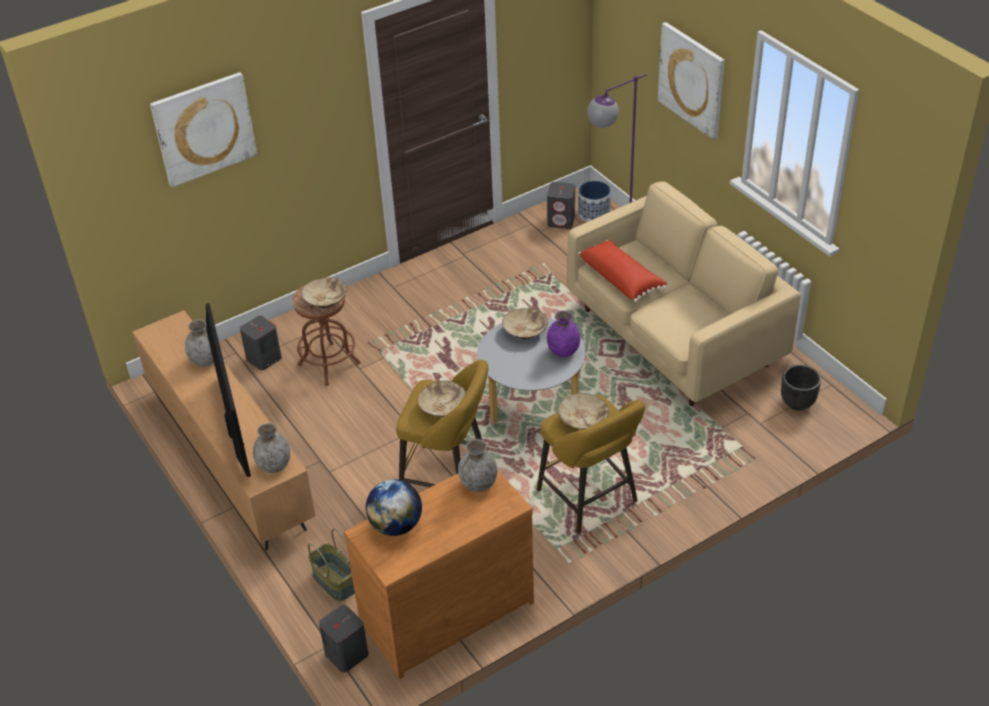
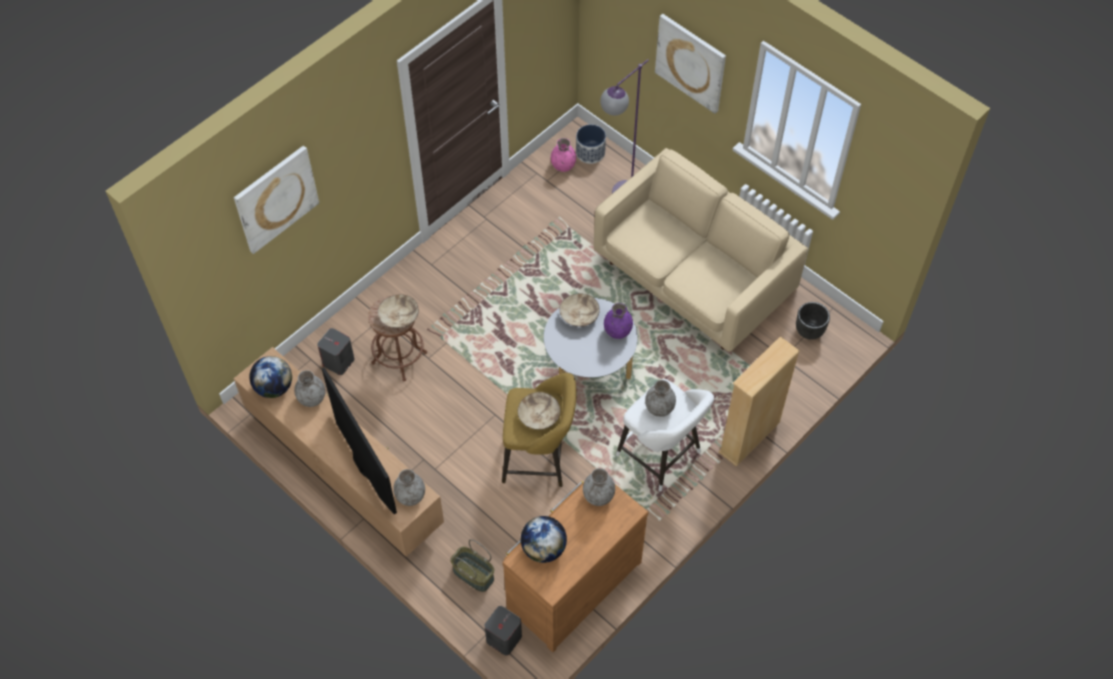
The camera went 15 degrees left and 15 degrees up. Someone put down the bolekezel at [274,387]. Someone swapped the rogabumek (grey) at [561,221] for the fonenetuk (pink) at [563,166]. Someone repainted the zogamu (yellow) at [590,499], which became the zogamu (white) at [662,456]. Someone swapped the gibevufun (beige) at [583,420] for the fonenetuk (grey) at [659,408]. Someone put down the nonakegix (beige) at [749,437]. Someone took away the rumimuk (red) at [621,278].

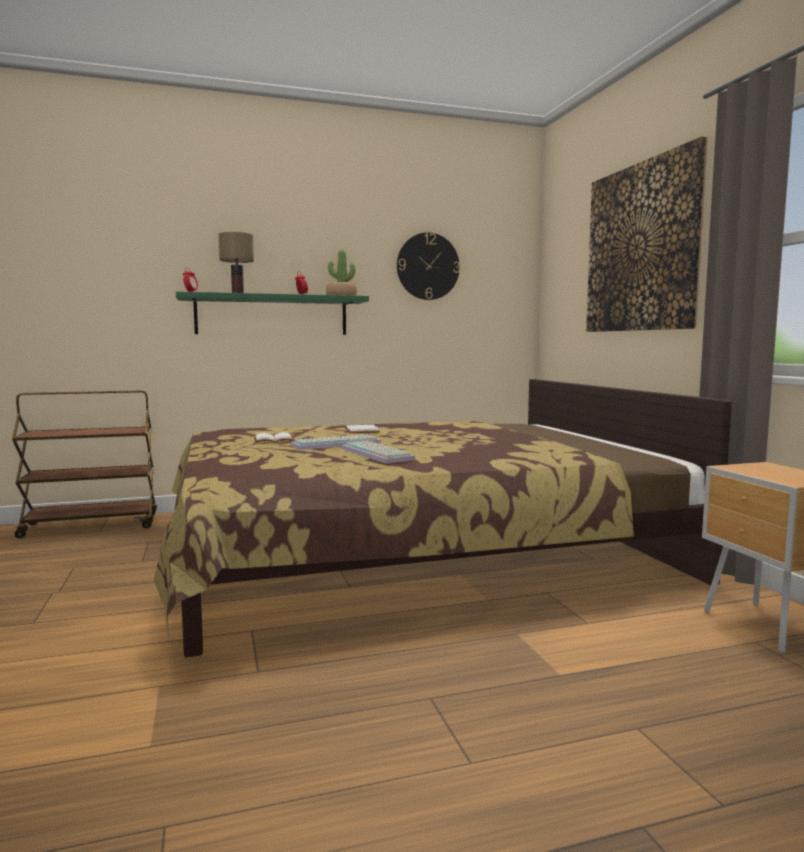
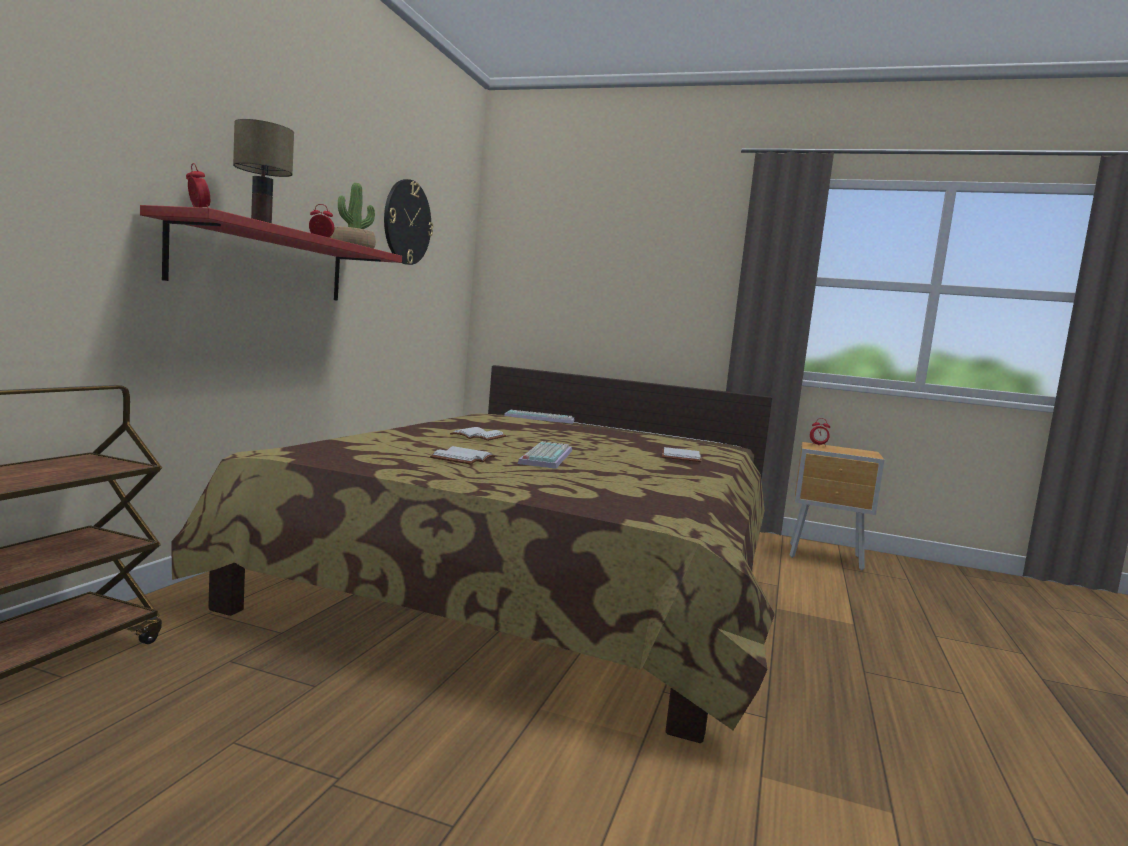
The camera went 55 degrees left and 0 degrees up. Someone repainted the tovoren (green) at [272,315], which became the tovoren (red) at [263,262]. Someone carried the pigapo from [378,454] to [540,418]. Someone put down the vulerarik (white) at [679,457]. Someone put down the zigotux at [818,445]. Someone took away the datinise at [641,248].

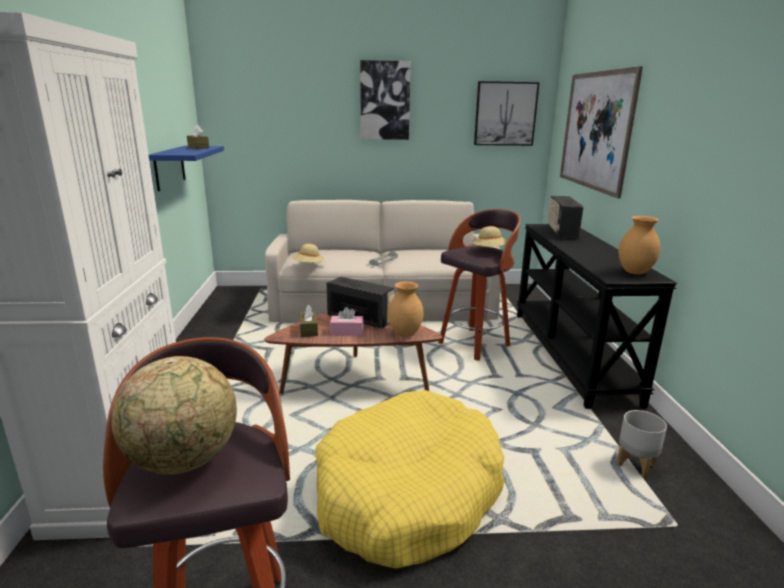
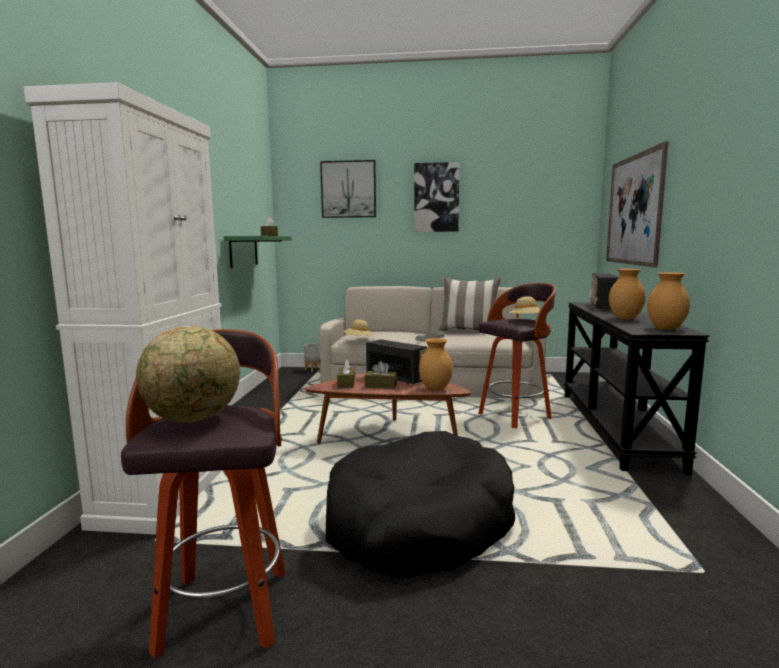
The camera went 10 degrees right and 10 degrees down. Someone repainted the tovoren (blue) at [169,167], which became the tovoren (green) at [243,251]. Someone carried the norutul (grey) from [635,464] to [314,370]. Someone carried the datinise from [505,114] to [348,189]. Someone repainted the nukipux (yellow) at [408,493], which became the nukipux (black) at [419,523]. Someone repainted the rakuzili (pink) at [347,331], which became the rakuzili (brown) at [381,386]. Someone put down the rumimuk at [468,331]. Someone put down the fonenetuk (brown) at [624,319].

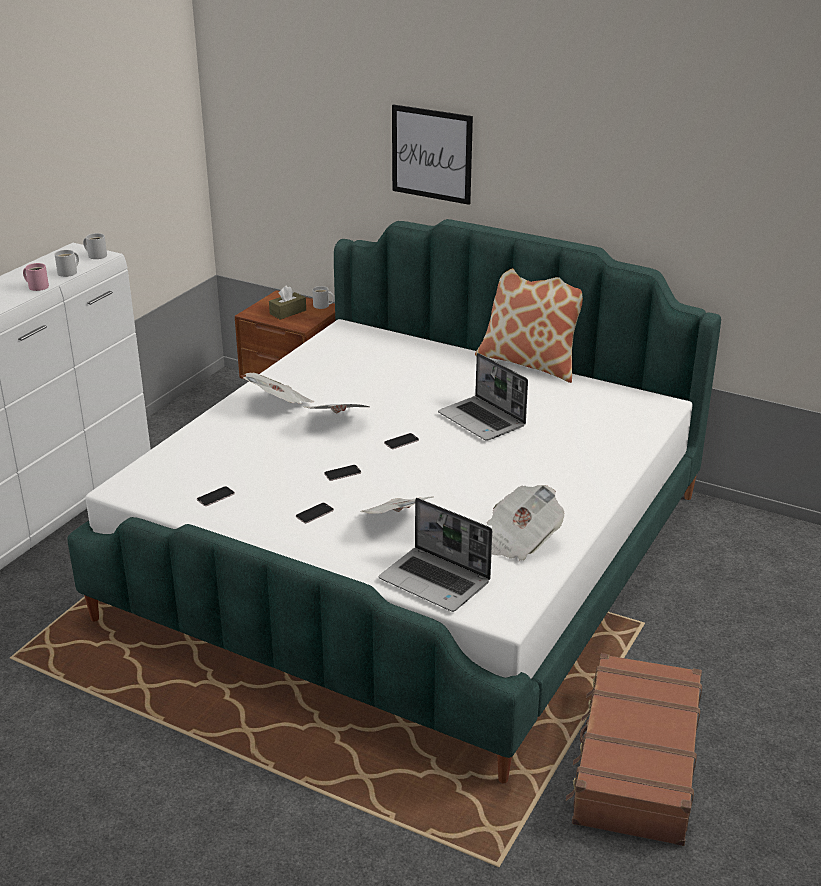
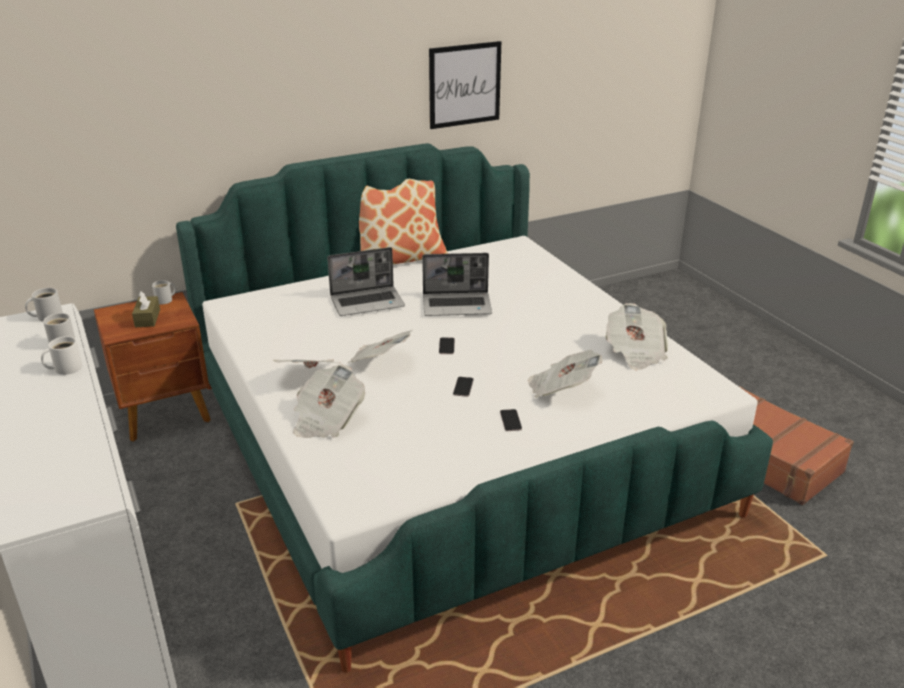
The camera went 55 degrees left and 0 degrees up. Someone repainted the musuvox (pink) at [37,286], which became the musuvox (white) at [65,368]. Someone put down the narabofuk at [327,420]. Someone carried the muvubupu from [436,581] to [368,302]. Someone carried the datinise from [431,154] to [464,85]. Someone took away the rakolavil at [215,497].

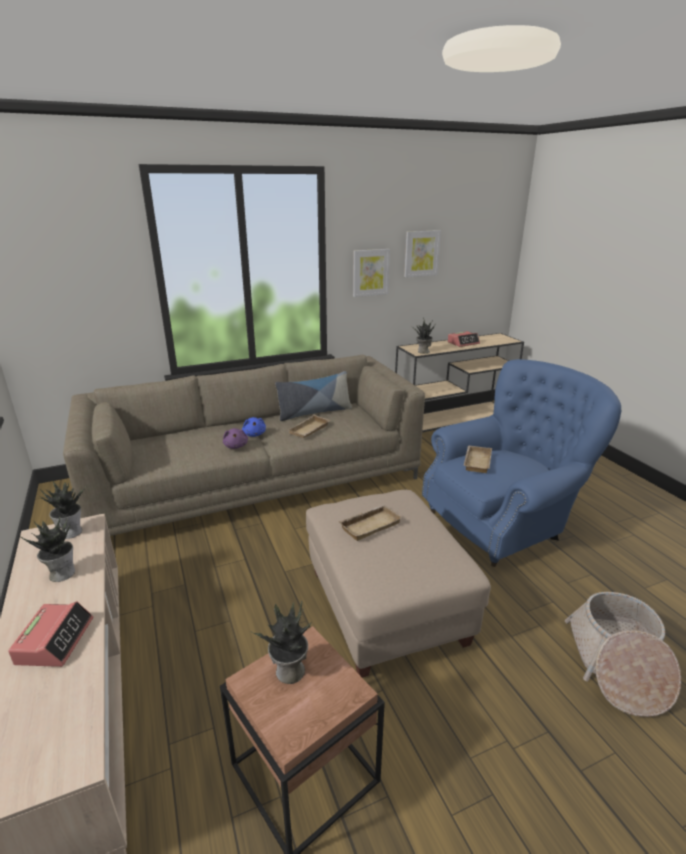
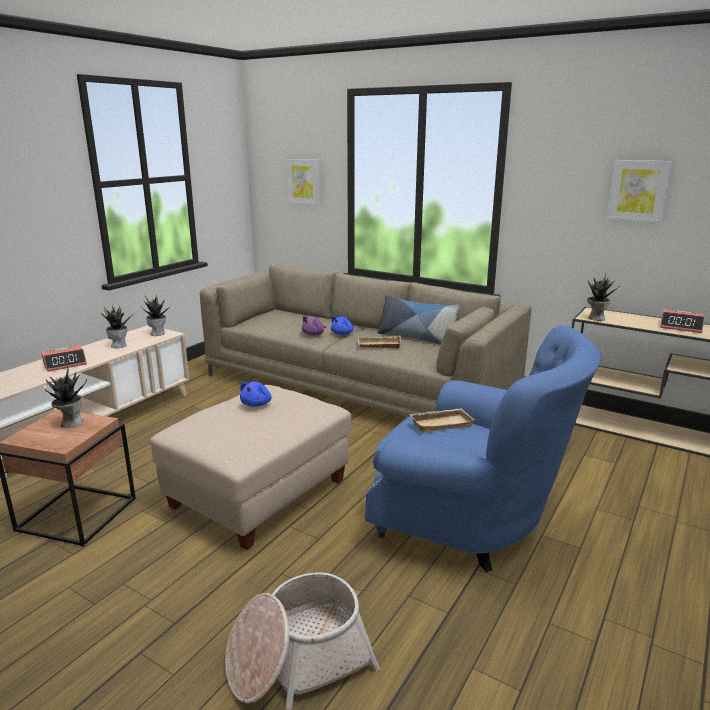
The camera went 55 degrees right and 5 degrees down. Someone swapped the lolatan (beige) at [370,525] for the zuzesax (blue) at [257,404]. Someone carried the datinise from [370,272] to [304,182].

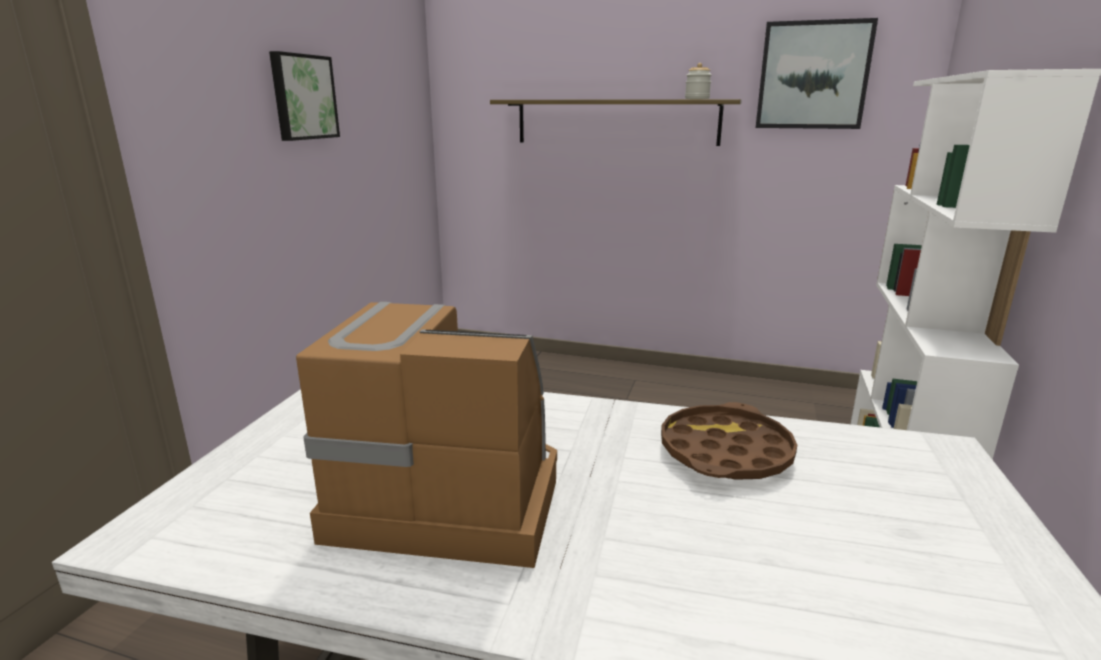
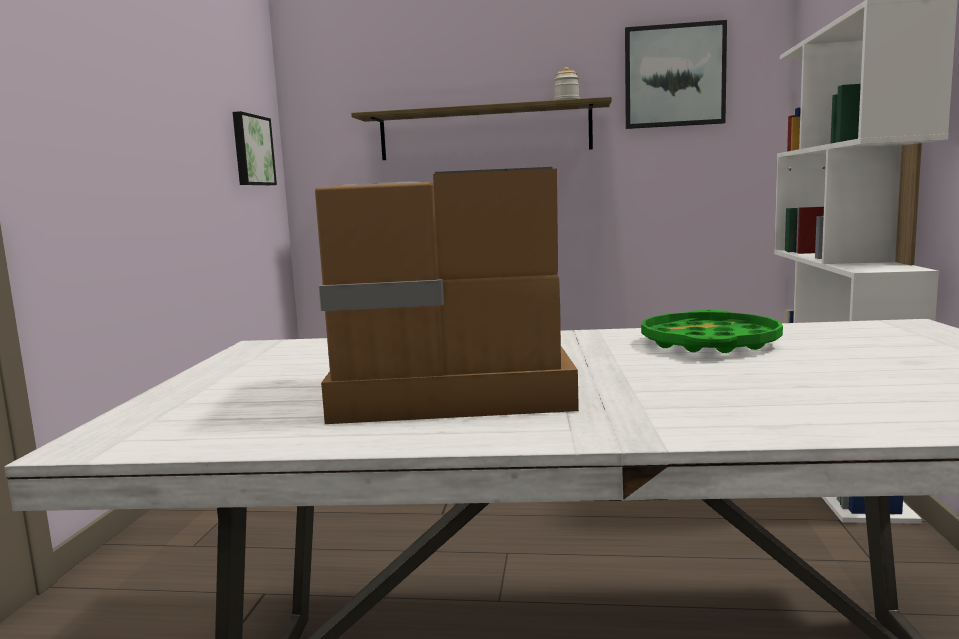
The camera went 10 degrees left and 10 degrees down. Someone carried the datinise from [303,97] to [251,150]. Someone repainted the lolatan (brown) at [725,452], which became the lolatan (green) at [709,343].

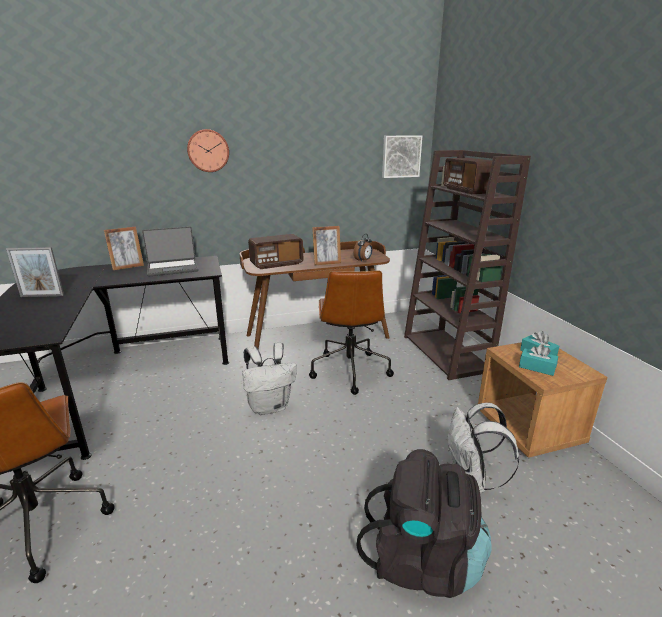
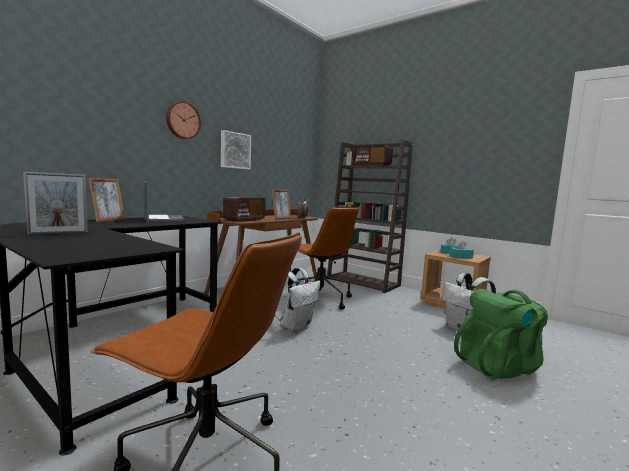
The camera went 35 degrees left and 15 degrees down. Someone rotated the muvubupu at [173,268] by 60 degrees counterclockwise. Someone carried the datinise from [401,156] to [235,150]. Someone repainted the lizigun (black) at [423,561], which became the lizigun (green) at [498,366].

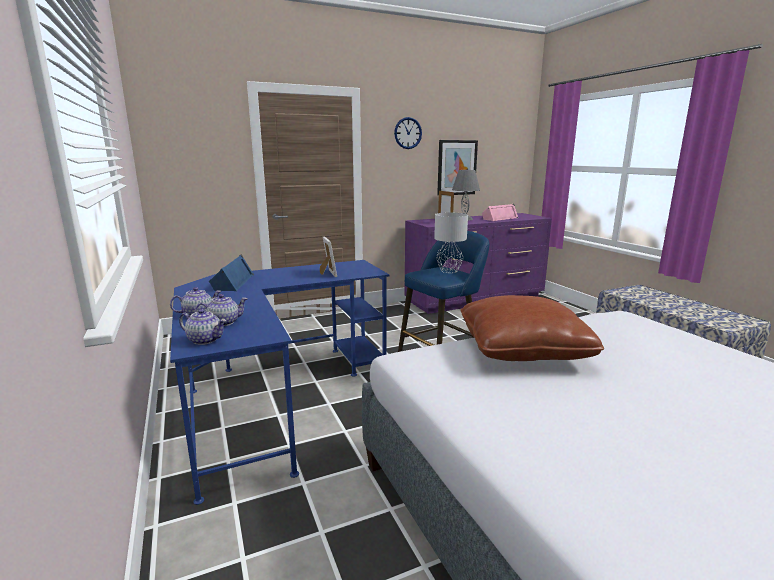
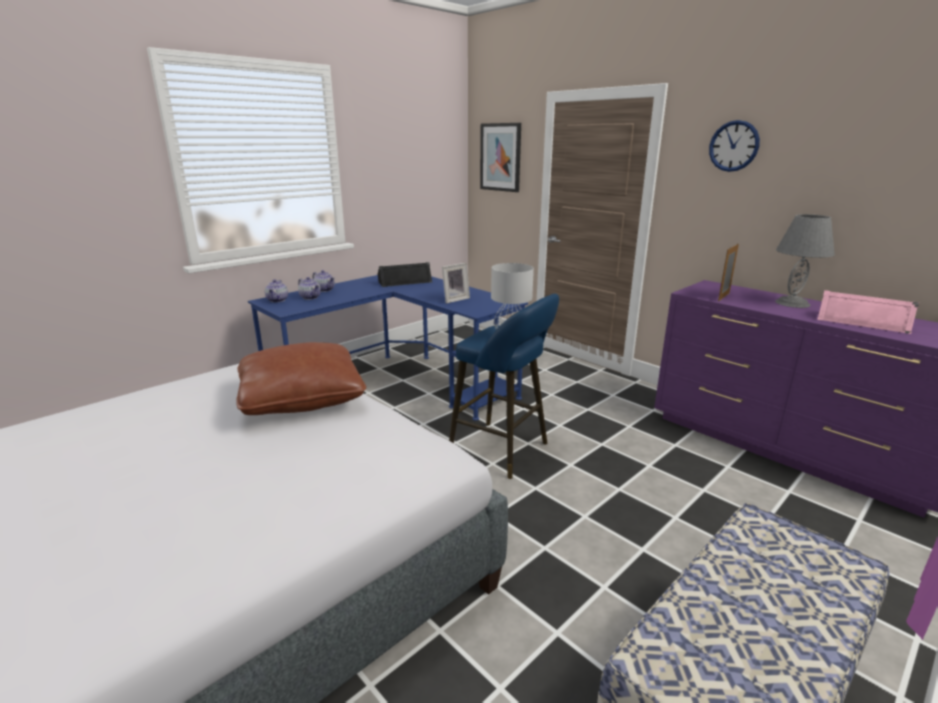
The camera went 70 degrees right and 5 degrees up. Someone repainted the rogabumek (blue) at [232,282], which became the rogabumek (black) at [404,282]. Someone carried the datinise from [456,167] to [500,157].

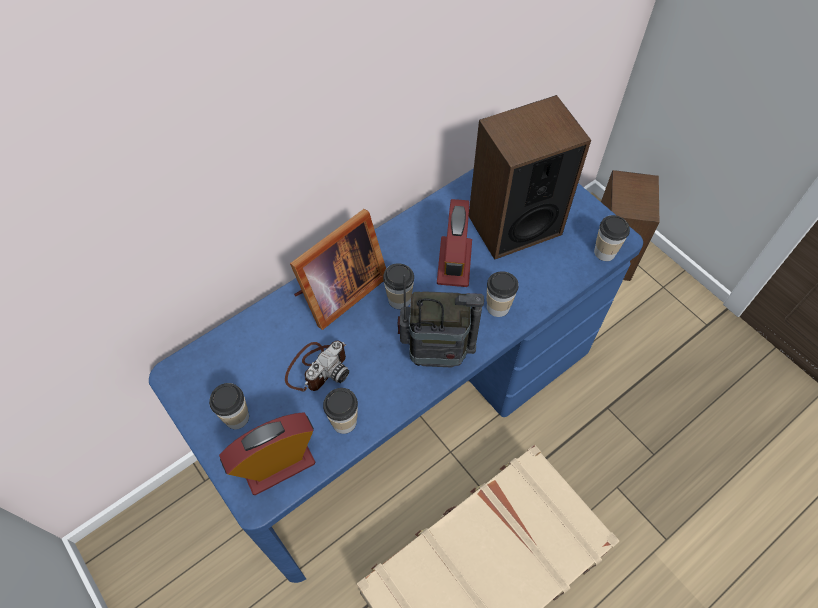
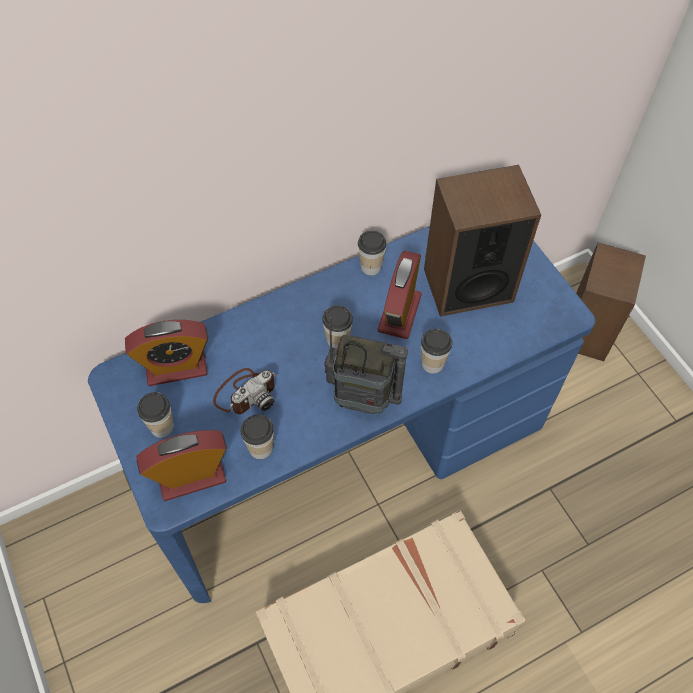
The camera went 10 degrees right and 0 degrees up. Someone put down the zigotux at [176,367]. Someone carried the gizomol from [604,252] to [371,267]. Someone took away the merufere at [338,292].

